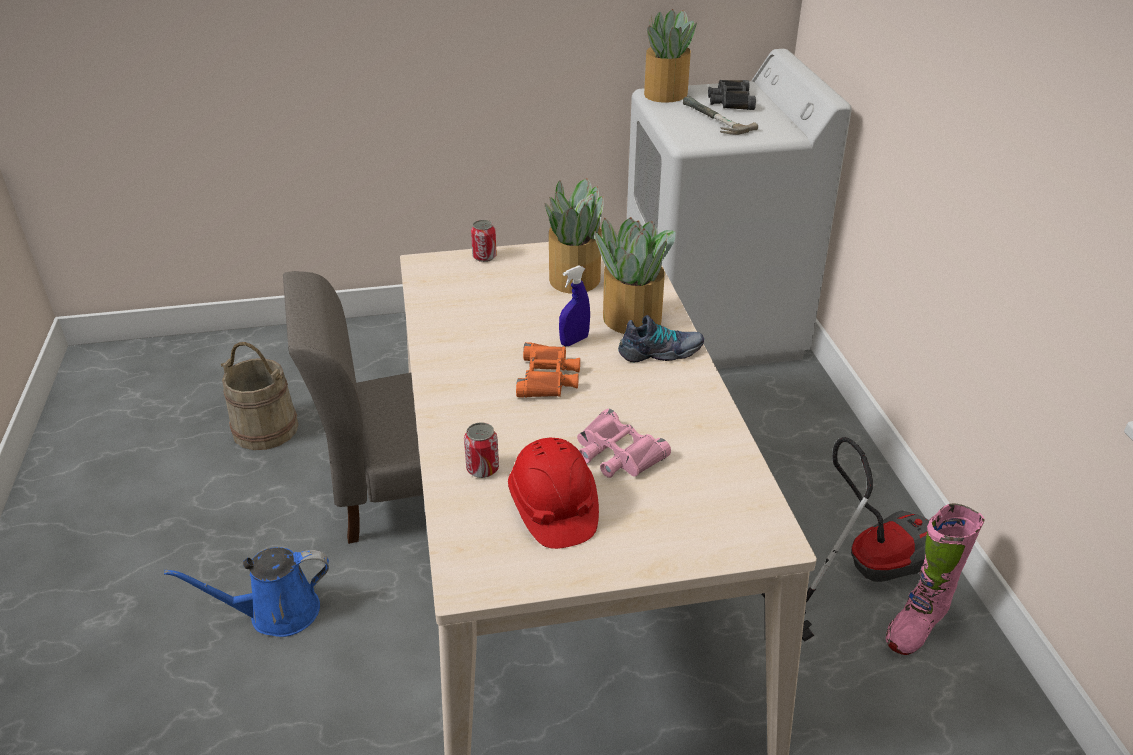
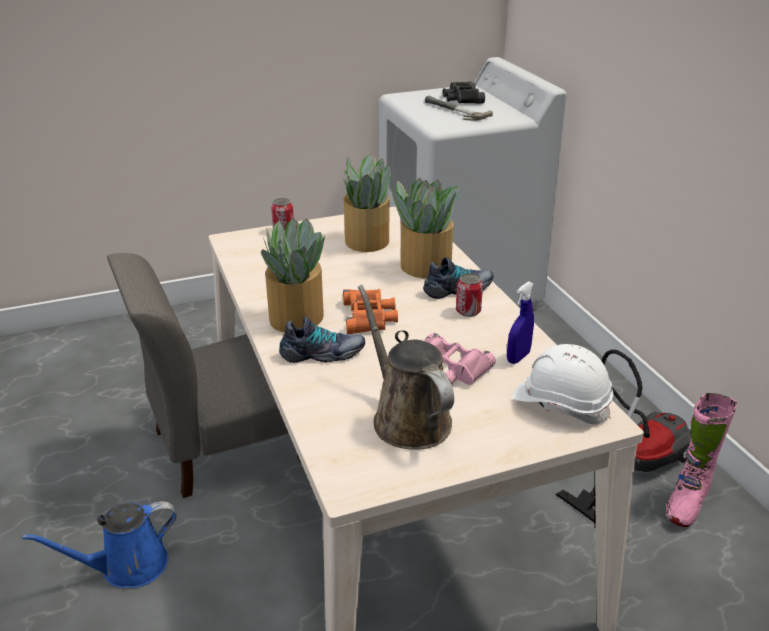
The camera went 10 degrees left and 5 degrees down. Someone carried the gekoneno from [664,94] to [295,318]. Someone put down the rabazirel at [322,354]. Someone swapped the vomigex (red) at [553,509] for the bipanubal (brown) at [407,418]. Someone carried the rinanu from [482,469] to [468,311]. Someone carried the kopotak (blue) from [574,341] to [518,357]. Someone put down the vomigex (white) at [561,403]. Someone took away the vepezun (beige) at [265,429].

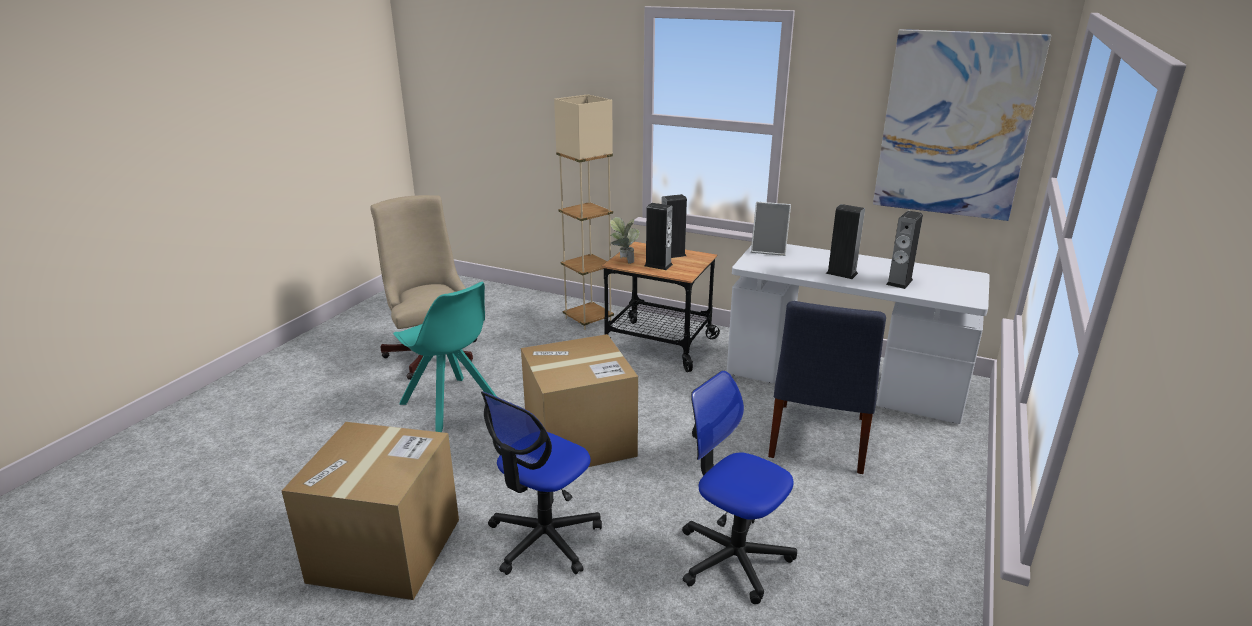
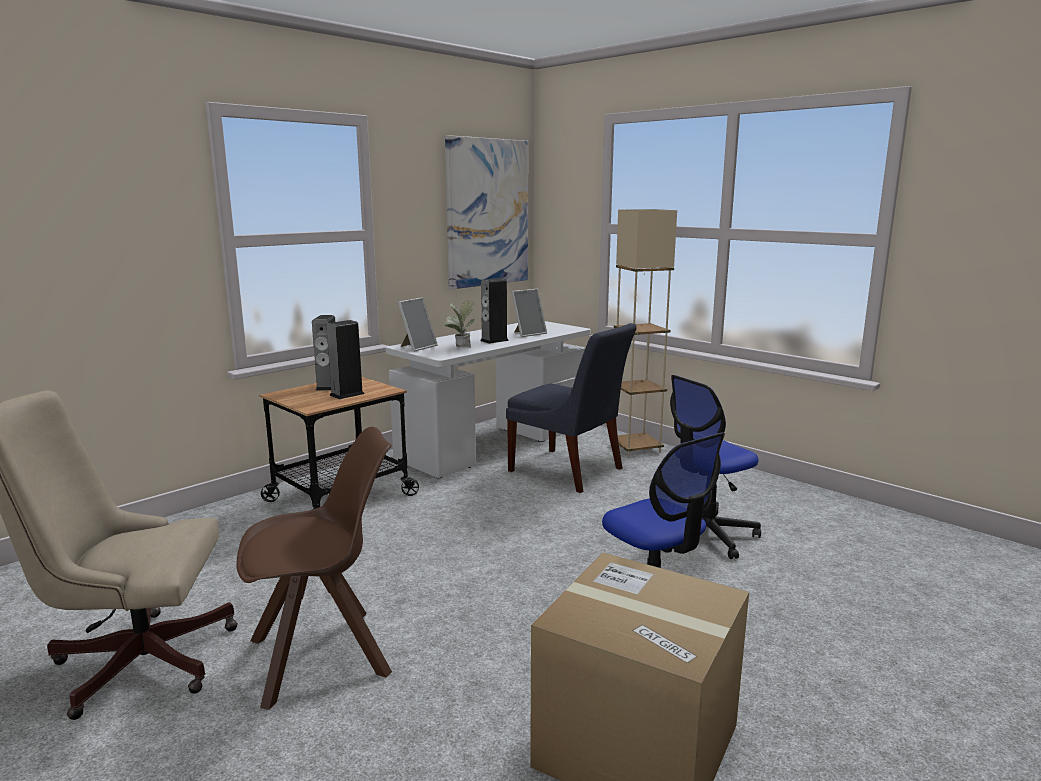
The camera went 70 degrees left and 10 degrees down. Someone repainted the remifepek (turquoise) at [452,405], which became the remifepek (brown) at [324,656]. Someone carried the gekoneno from [623,261] to [460,349]. Someone swapped the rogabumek at [899,282] for the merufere at [528,334]. Someone carried the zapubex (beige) from [588,319] to [636,448]. Someone took away the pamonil at [580,440].

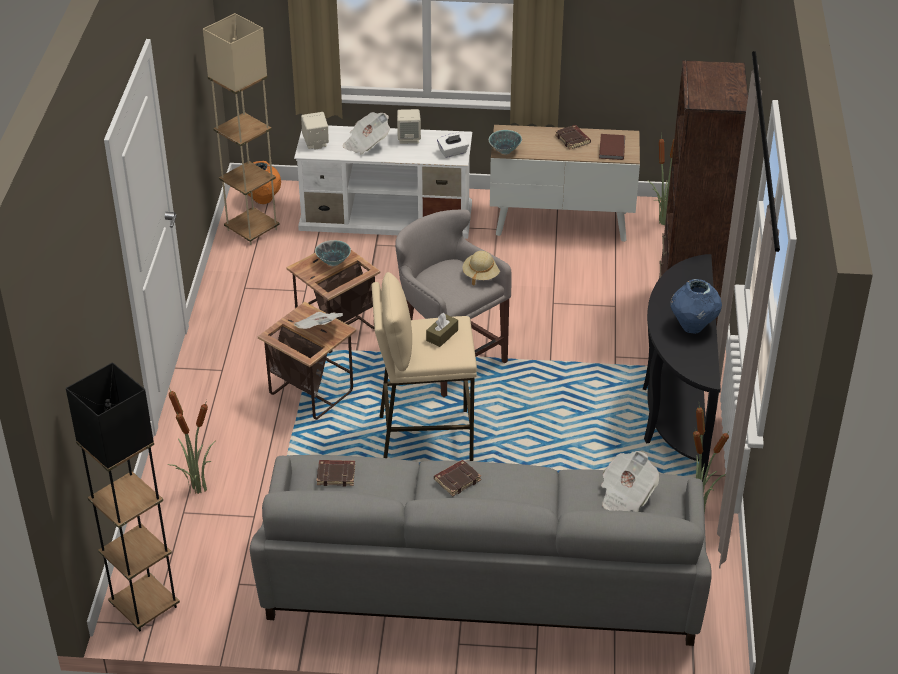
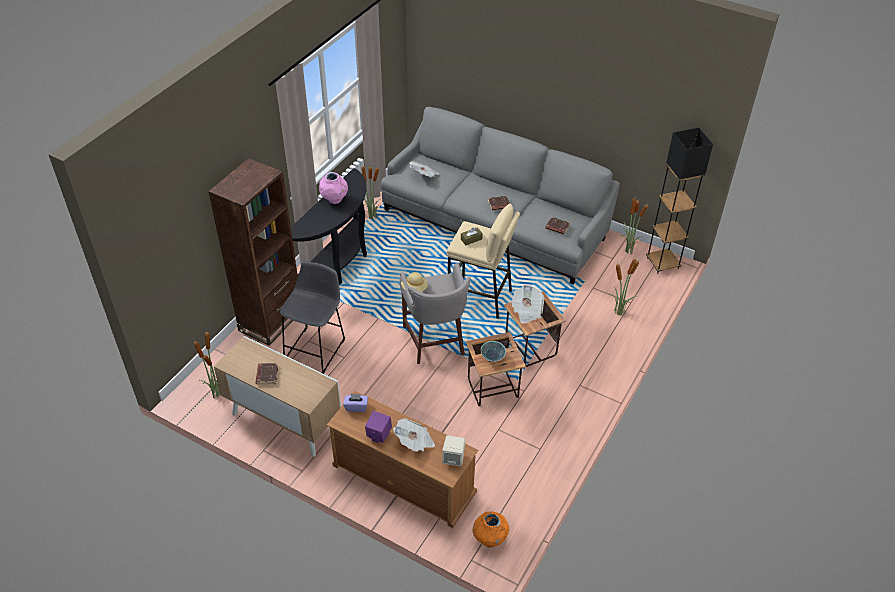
The camera went 155 degrees left and 5 degrees up. Someone put down the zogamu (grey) at [316,347]. Someone repainted the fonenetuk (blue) at [693,326], which became the fonenetuk (pink) at [334,200]. Someone repainted the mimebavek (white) at [387,216], which became the mimebavek (brown) at [402,479]. Someone repainted the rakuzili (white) at [453,152], which became the rakuzili (purple) at [356,407]. Someone repainted the rogabumek (beige) at [409,138], which became the rogabumek (purple) at [378,435]. Someone put down the gekoneno at [628,251]. Someone took away the zapubex (beige) at [252,229]. Someone took away the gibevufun at [505,151]. Someone took away the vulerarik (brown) at [611,148].

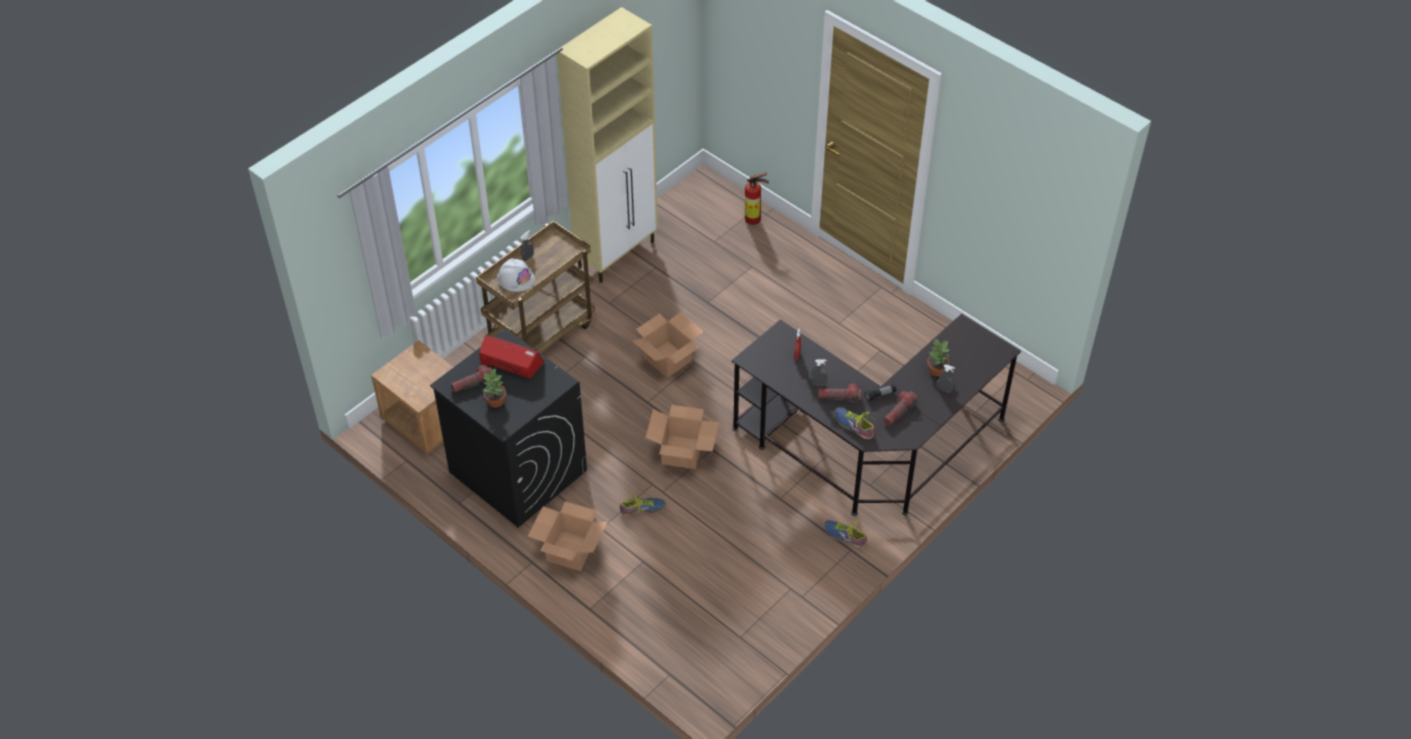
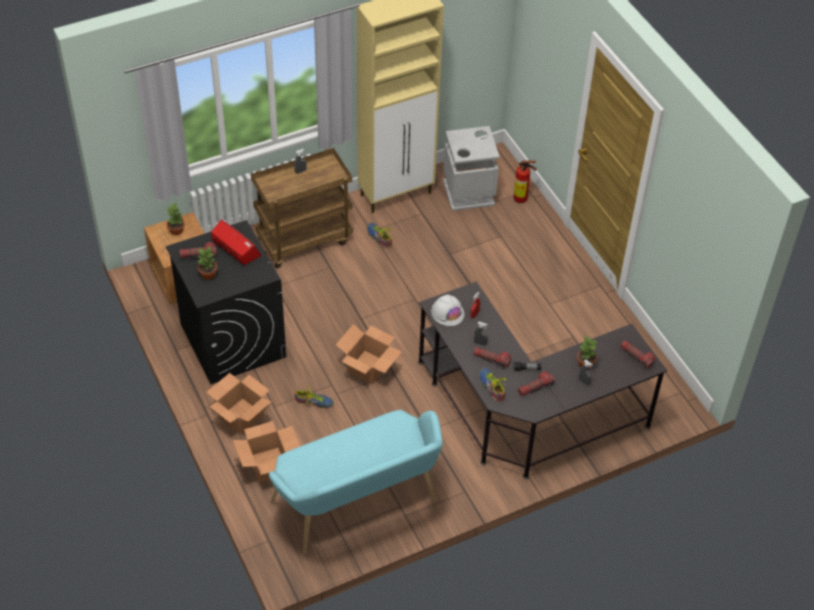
The camera went 20 degrees right and 0 degrees up. Someone put down the gekoneno at [177,230]. Someone carried the pamonil from [667,359] to [268,464]. Someone put down the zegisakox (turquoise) at [359,506]. Someone carried the rabazirel from [844,536] to [379,237]. Someone carried the vomigex (white) from [516,278] to [447,312]. Someone put down the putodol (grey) at [469,192]. Someone put down the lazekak at [636,357].

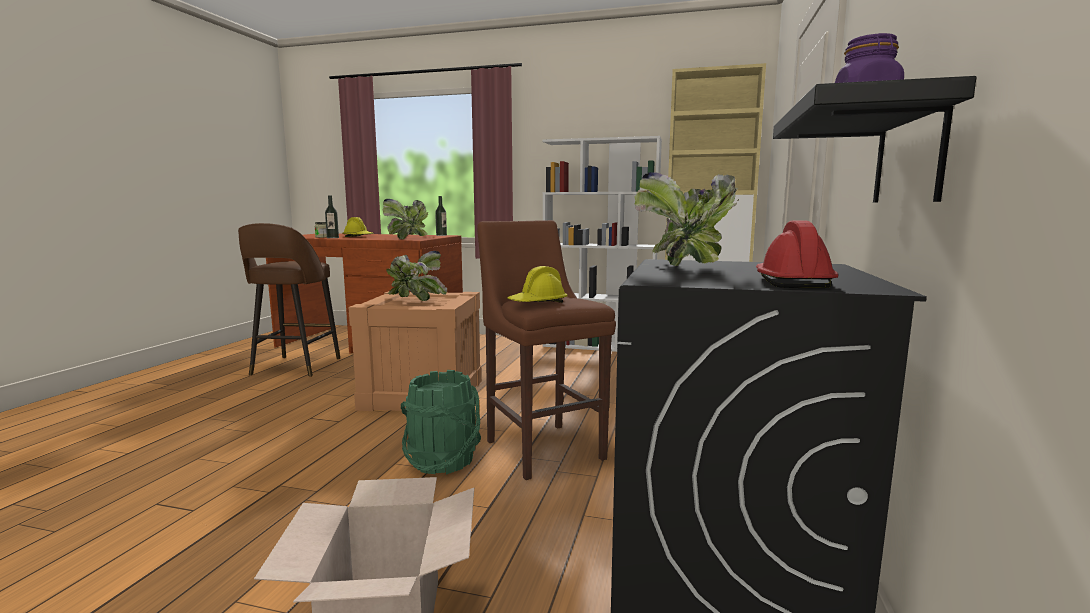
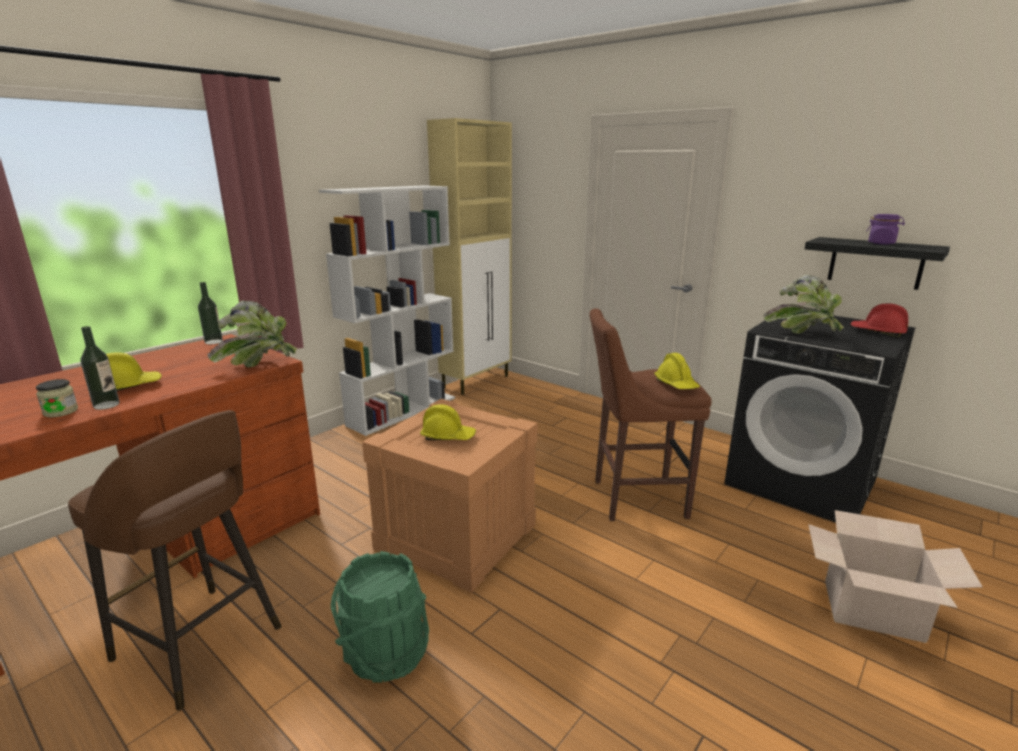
The camera went 65 degrees left and 10 degrees up. Someone carried the vepezun (green) from [442,460] to [384,654]. Someone swapped the gekoneno at [416,301] for the vomigex (yellow) at [448,436].

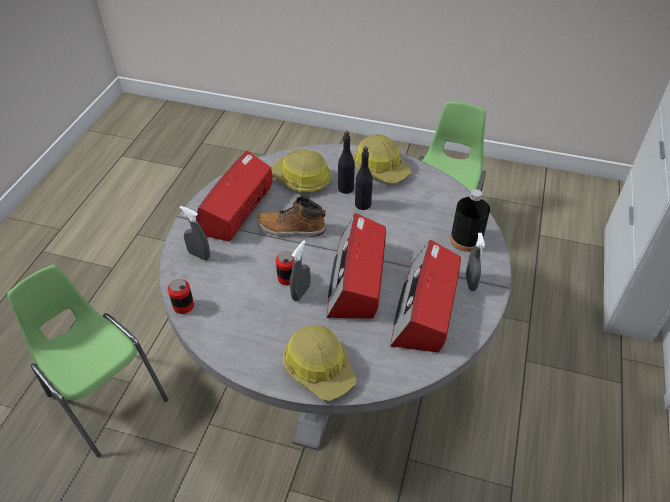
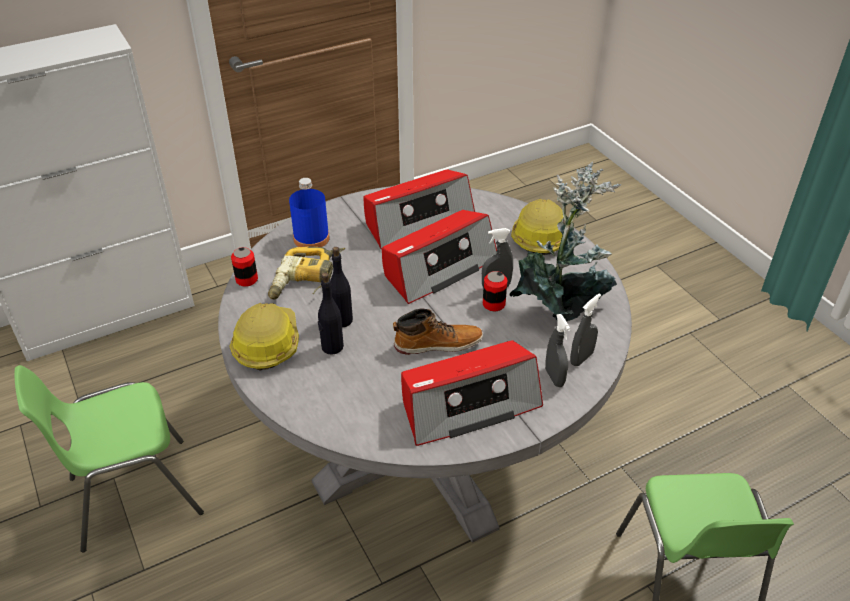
The camera went 135 degrees left and 5 degrees down. Someone carried the rinanu from [183,306] to [246,279]. Someone put down the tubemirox at [307,280]. Someone repainted the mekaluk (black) at [466,239], which became the mekaluk (blue) at [311,238]. Someone rotated the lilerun at [291,228] by 60 degrees counterclockwise. Someone put down the gekoneno at [560,308]. Someone carried the kopotak (grey) from [470,282] to [581,358]. Someone took away the vomigex at [301,179].

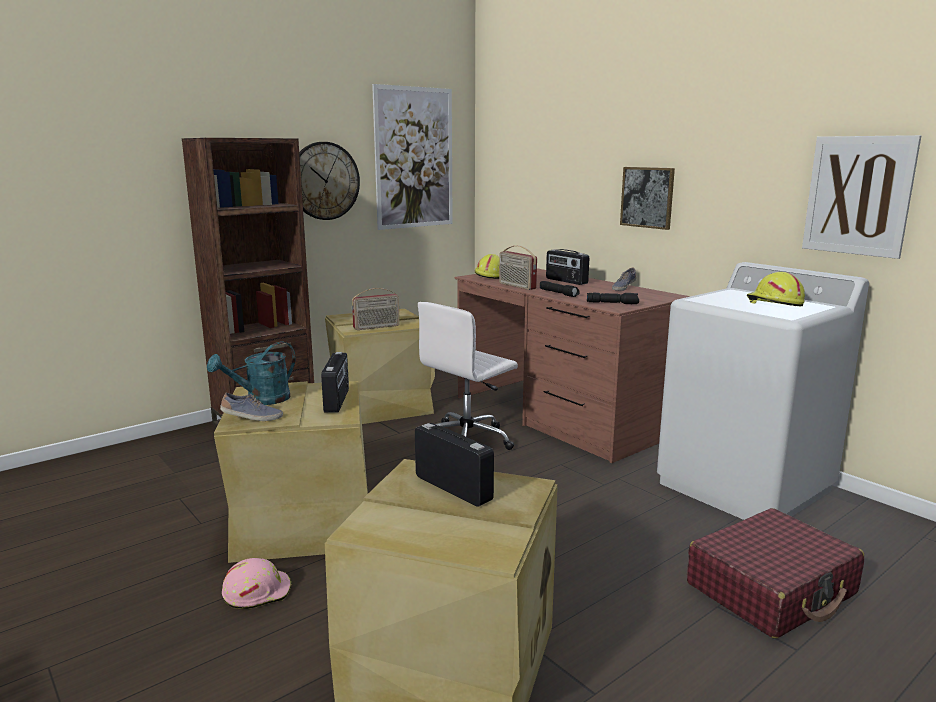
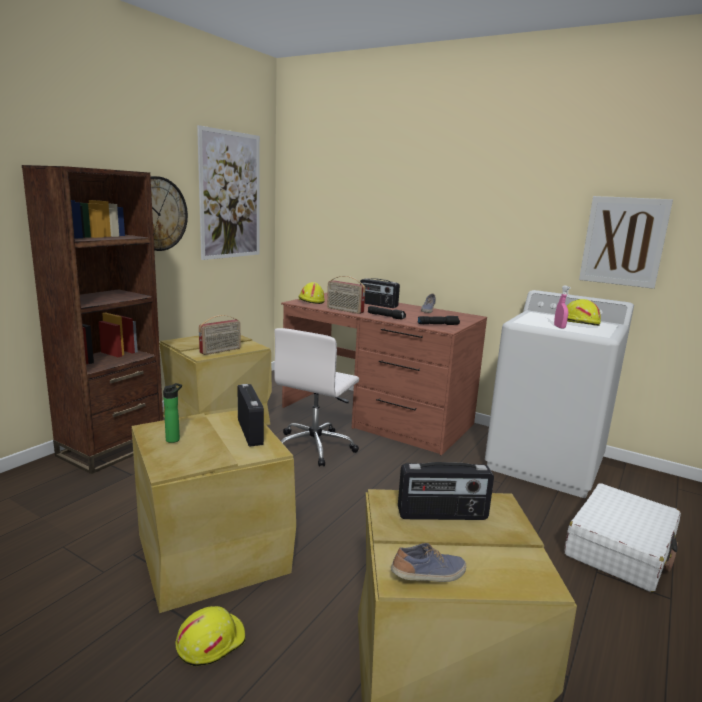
The camera went 20 degrees left and 0 degrees up. Someone swapped the bipanubal (turquoise) at [261,400] for the mekaluk at [174,439]. Someone repainted the vomigex (pink) at [257,592], which became the vomigex (yellow) at [210,641]. Someone carried the rabazirel from [252,418] to [429,576]. Someone rotated the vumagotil at [454,488] by 150 degrees clockwise. Someone put down the kopotak (pink) at [559,327]. Someone repainted the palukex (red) at [771,589], which became the palukex (white) at [620,549]. Someone took away the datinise at [647,197].

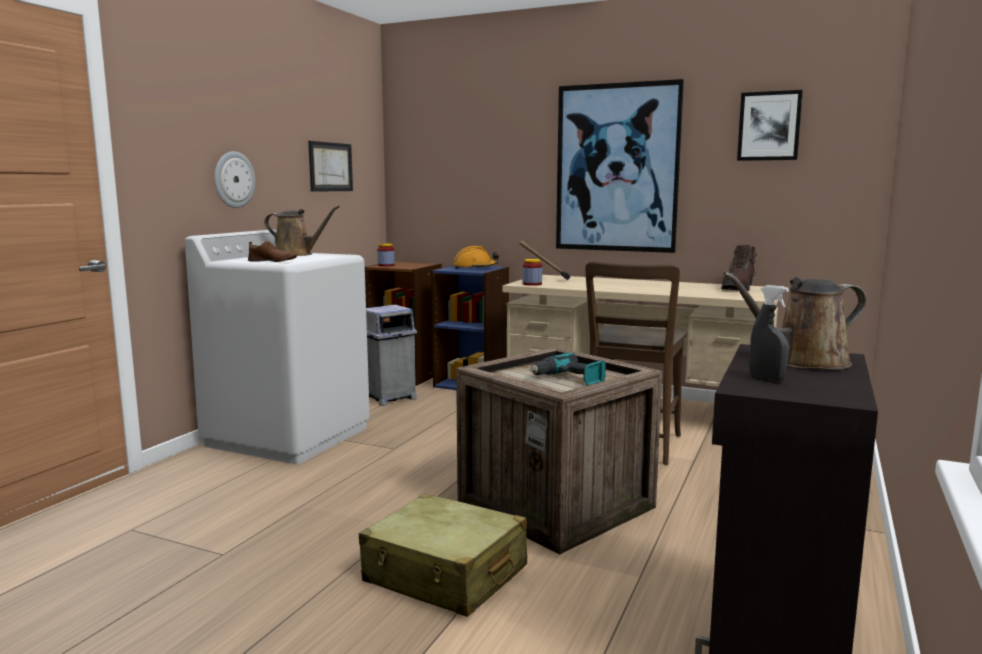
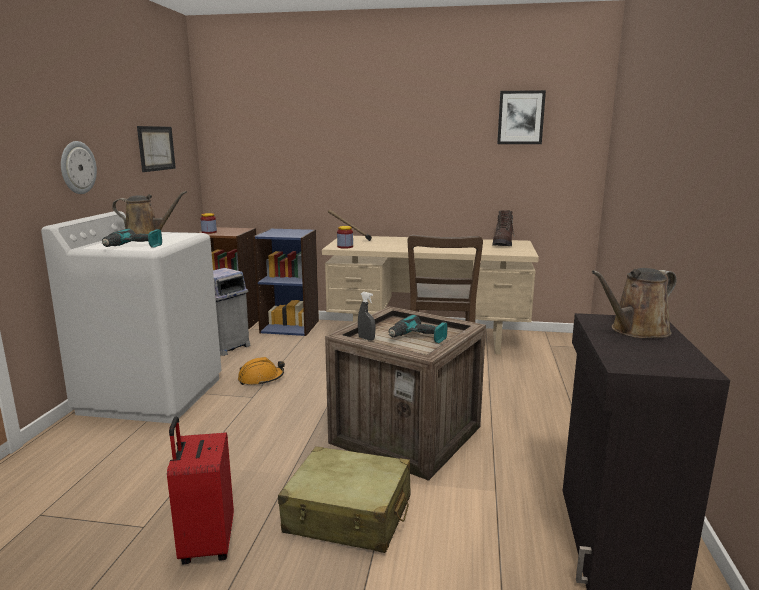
The camera went 15 degrees left and 5 degrees up. Someone swapped the rabazirel (brown) at [272,261] for the tubemirox at [133,247]. Someone put down the palukex (red) at [206,544]. Someone carried the vomigex (orange) from [475,268] to [261,379]. Someone carried the kopotak (grey) from [766,378] to [366,338]. Someone took away the datinise at [617,168].

